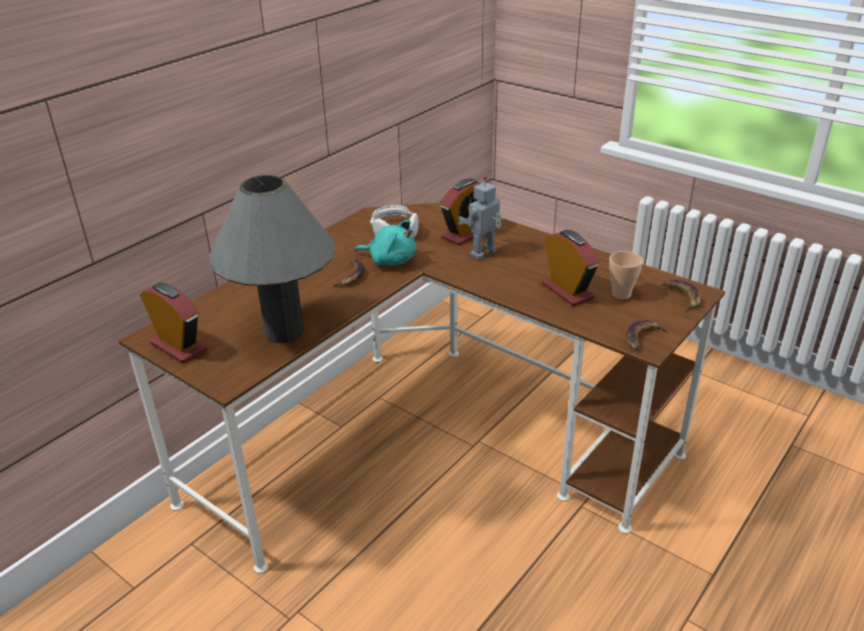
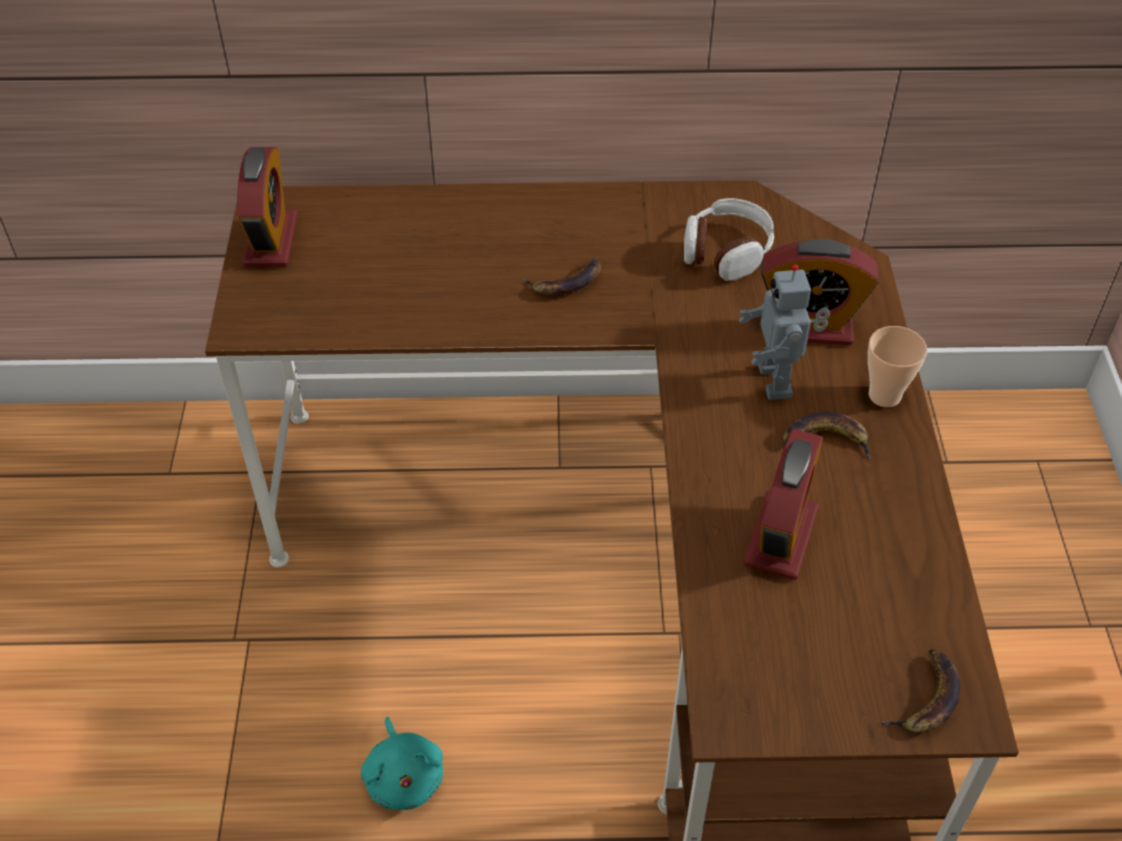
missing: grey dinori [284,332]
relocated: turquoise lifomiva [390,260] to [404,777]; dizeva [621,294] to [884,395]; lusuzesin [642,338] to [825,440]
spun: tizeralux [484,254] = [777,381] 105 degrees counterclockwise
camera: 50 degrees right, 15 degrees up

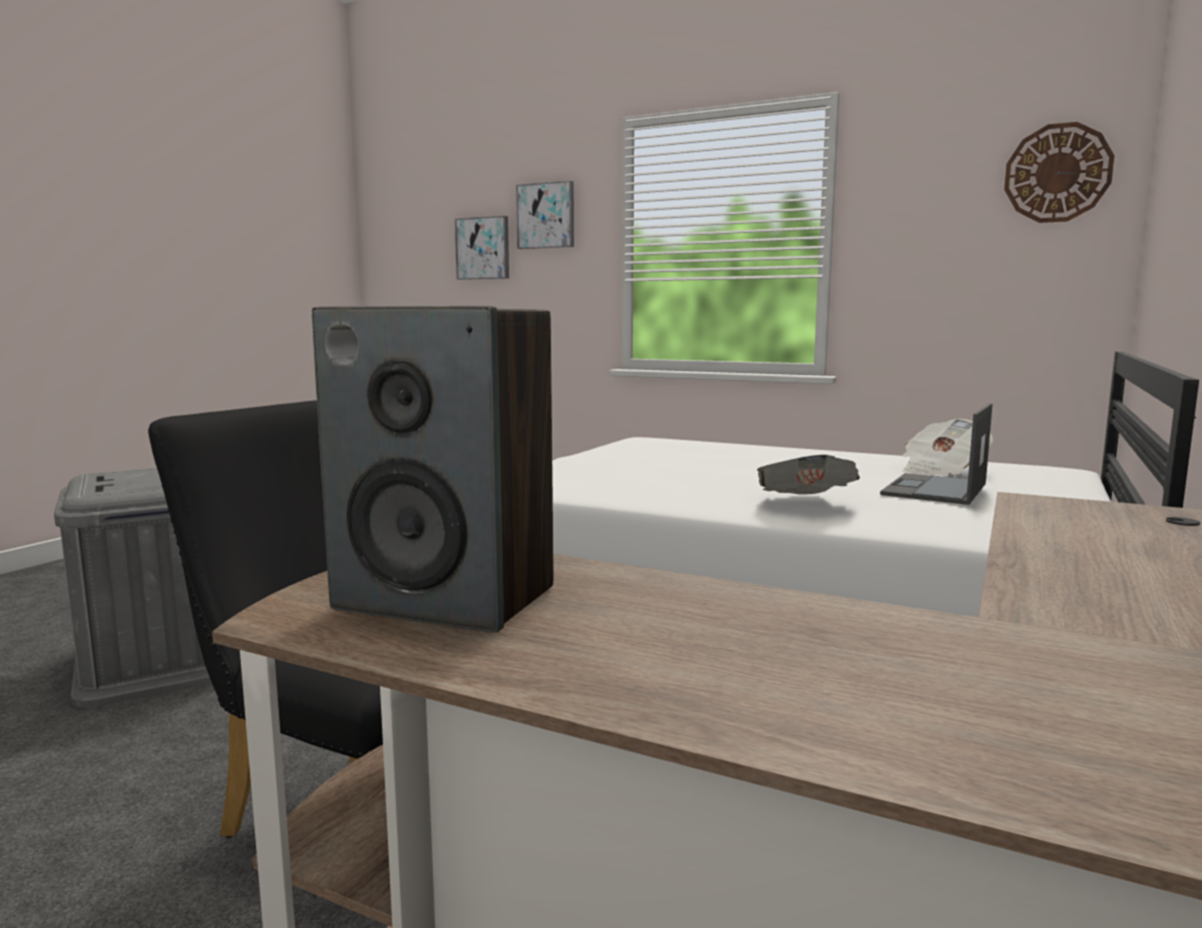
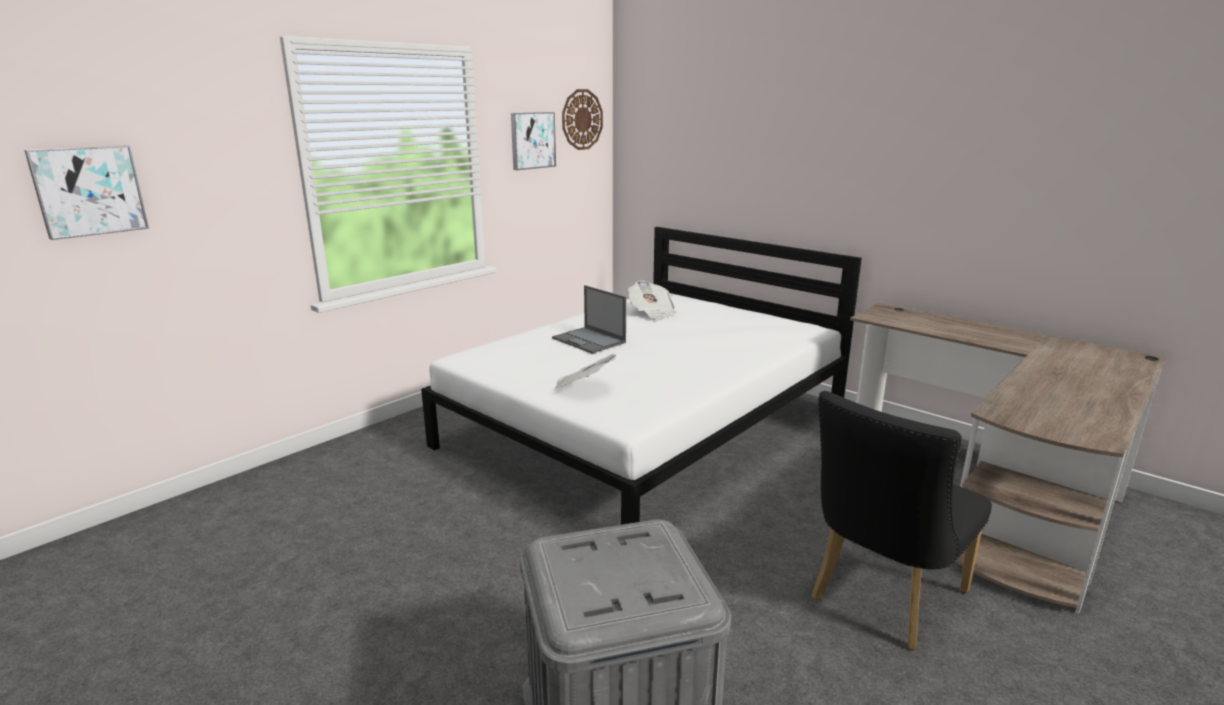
missing: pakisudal [448,598]
relocated: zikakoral [546,216] to [532,140]; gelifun [805,504] to [583,388]; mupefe [935,490] to [589,340]
camera: 75 degrees left, 10 degrees up

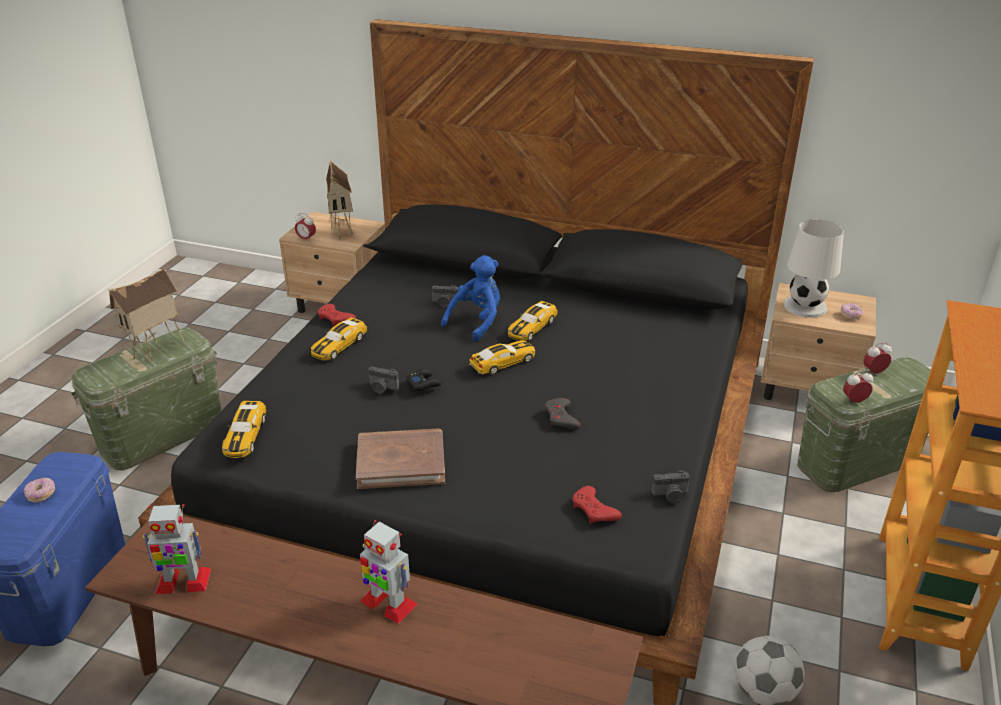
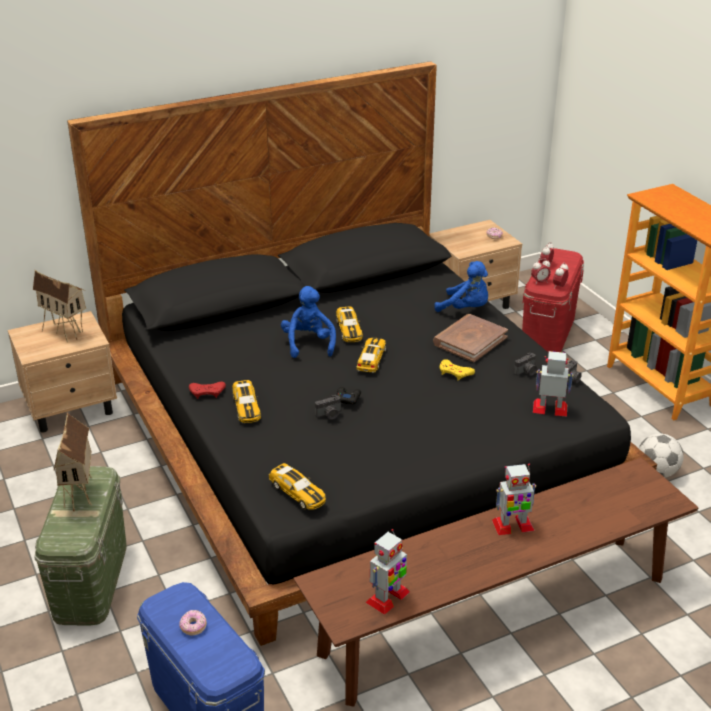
missing: white dinori [804,306]
appeared: blue lifomiva [466,309]
relocated: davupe [306,239] to [539,282]; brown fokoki [401,462] to [470,341]; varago [445,303] to [526,372]
exchanged: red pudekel [594,510] to tizeralux [550,408]
colour: grey pudekel [561,418] to yellow pudekel [455,373]; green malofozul [857,462] to red malofozul [548,332]
camera: 45 degrees left, 0 degrees up

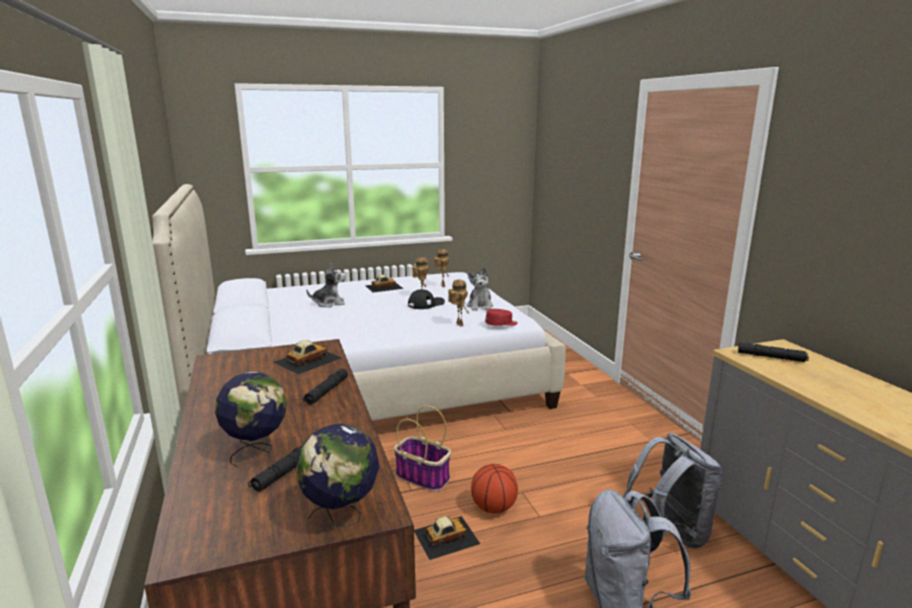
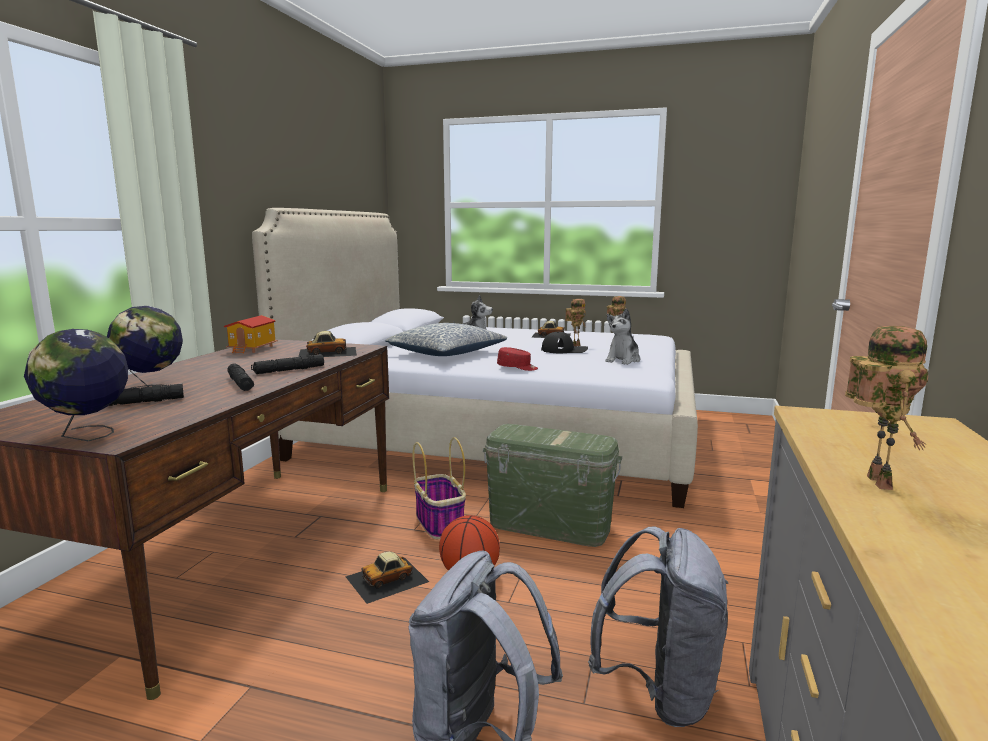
appeared: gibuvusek [253,349]; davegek [447,354]; green malofozul [550,525]
relocated: tizeralux [458,324] to [873,481]; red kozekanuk [501,324] to [517,368]; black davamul [771,357] to [240,383]
spun: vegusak [445,536] = [387,579] 135 degrees clockwise
camera: 35 degrees right, 5 degrees down

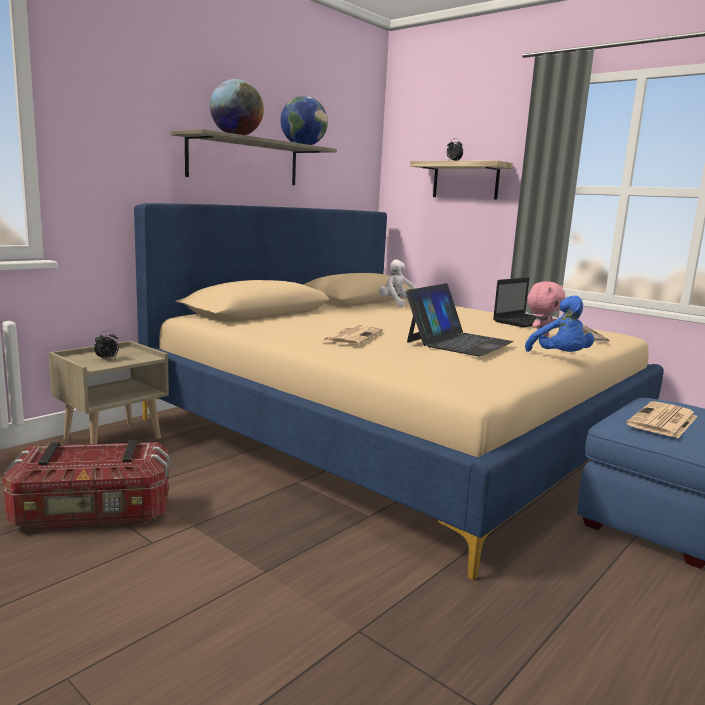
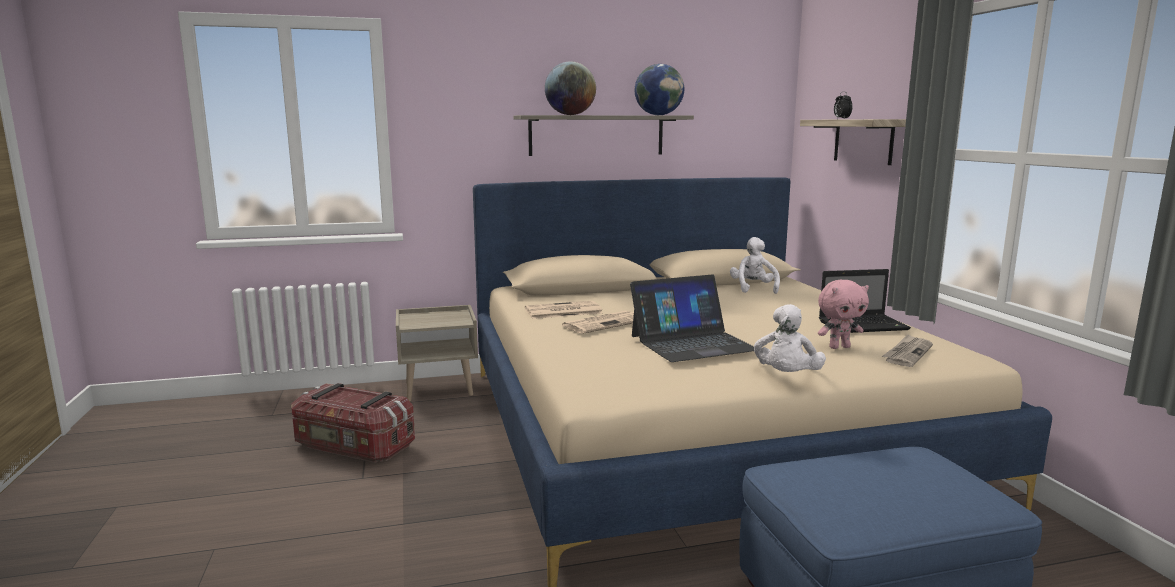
missing: davupe [107,359]
relocated: gelifun [663,421] to [562,311]
colour: blue lifomiva [560,357] to white lifomiva [786,376]
camera: 35 degrees right, 0 degrees up

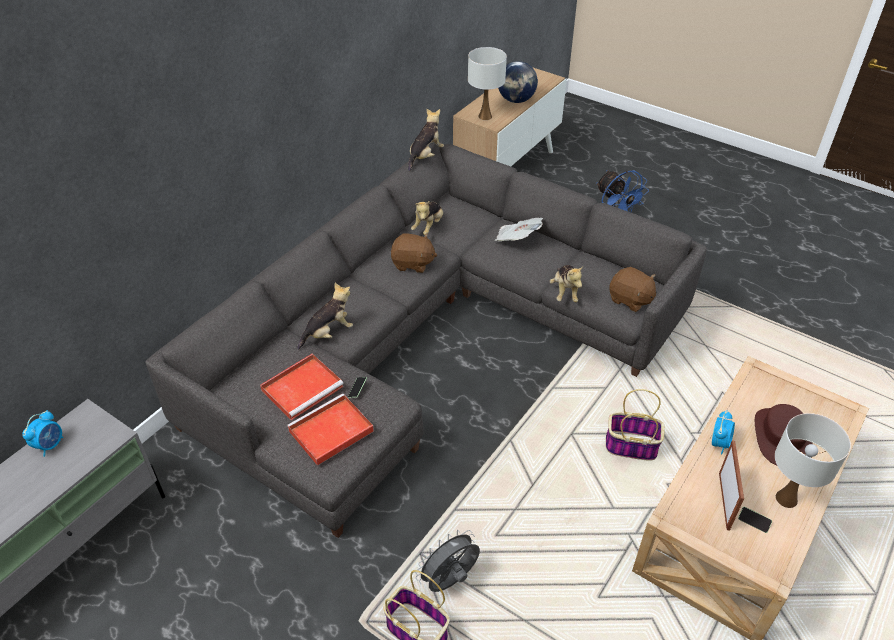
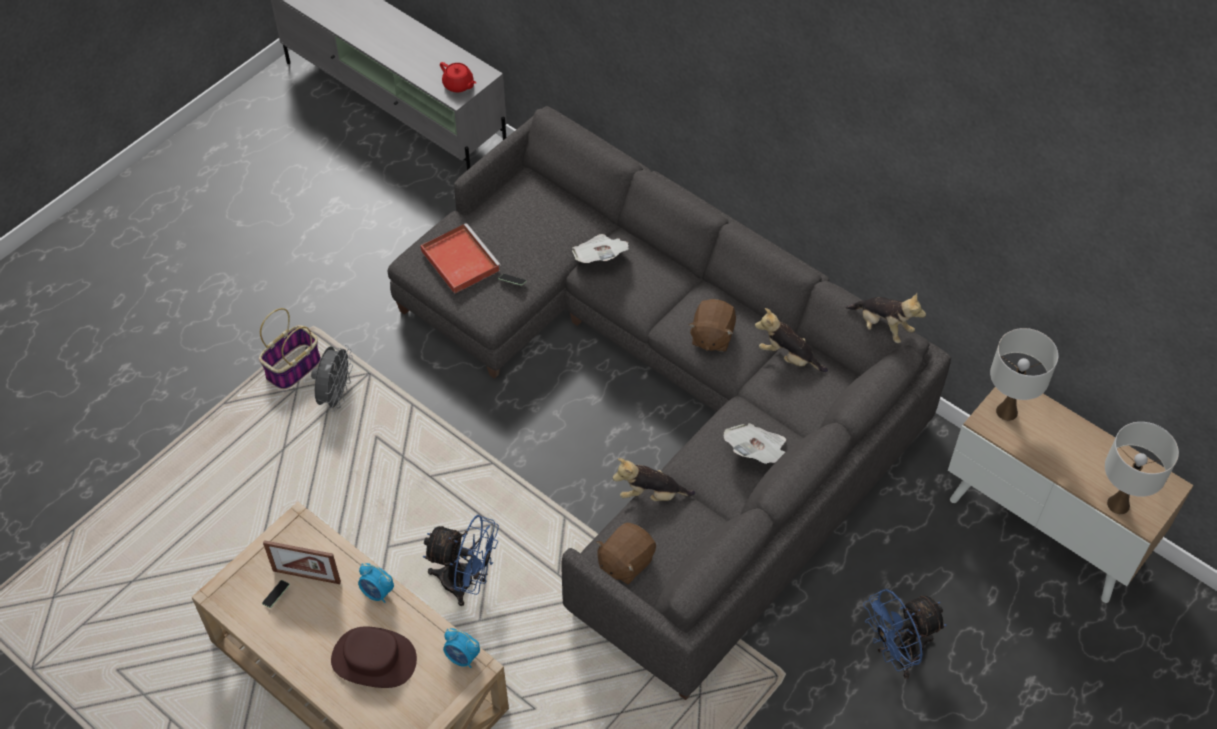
missing: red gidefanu [303,387]; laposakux [516,100]
appeared: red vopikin [458,85]
relocated: davupe [50,444] to [462,657]; white dinori [787,499] to [1118,505]
exchanged: lifomiva [328,333] to gelifun [600,258]; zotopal [630,446] to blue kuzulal [466,582]
spun: grey kuzulal [450,581] = [336,395] 45 degrees clockwise
camera: 95 degrees right, 10 degrees up

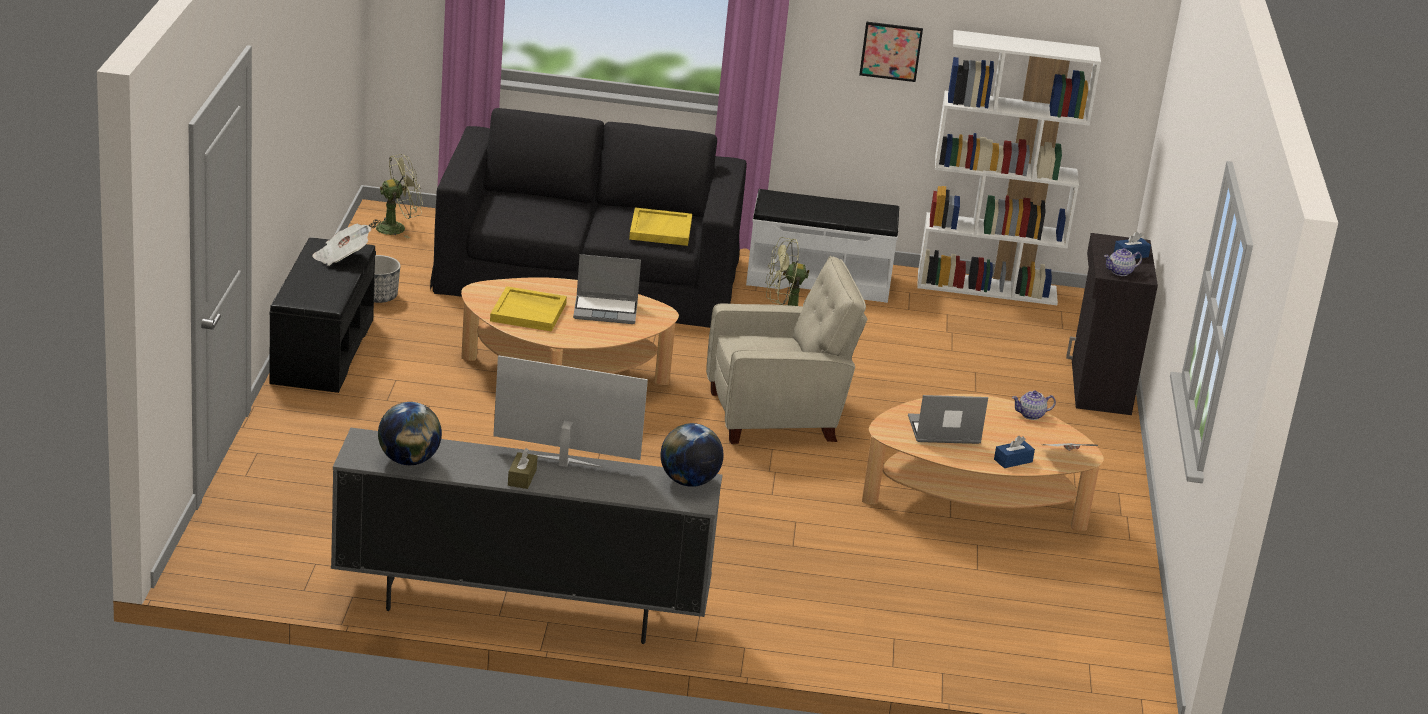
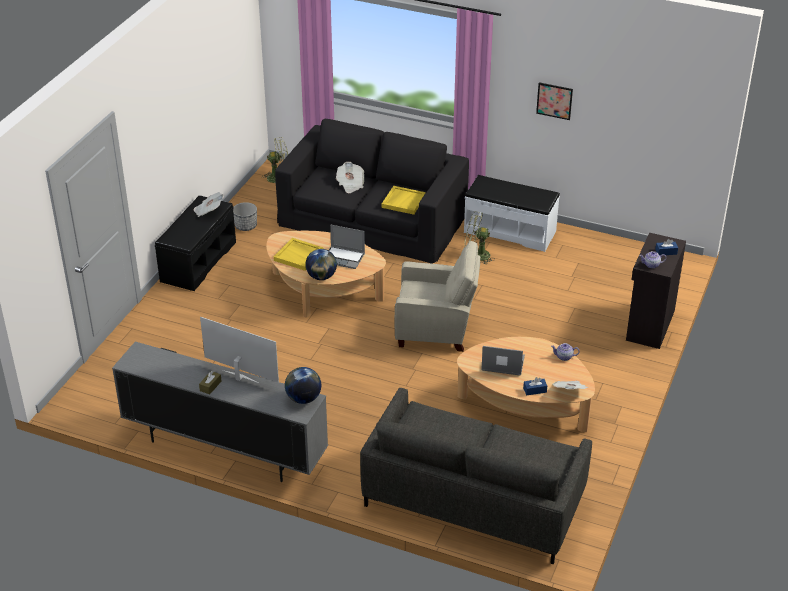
missing: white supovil [987,287]
appeared: gelifun [350,184]; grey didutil [473,499]
relocated: laposakux [408,461] to [321,277]
camera: 20 degrees right, 10 degrees up

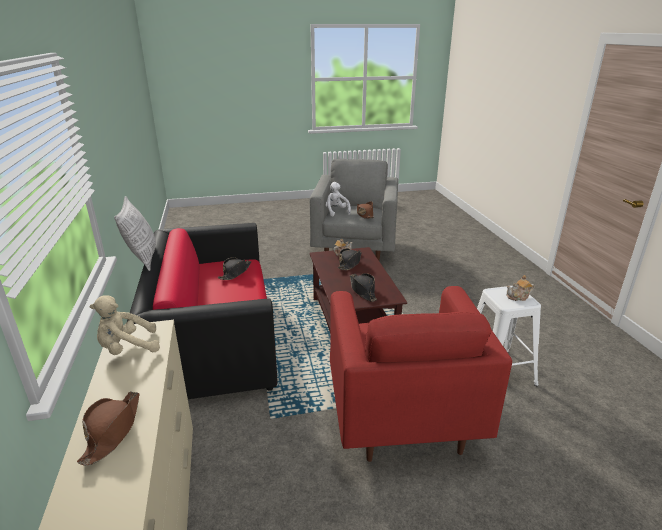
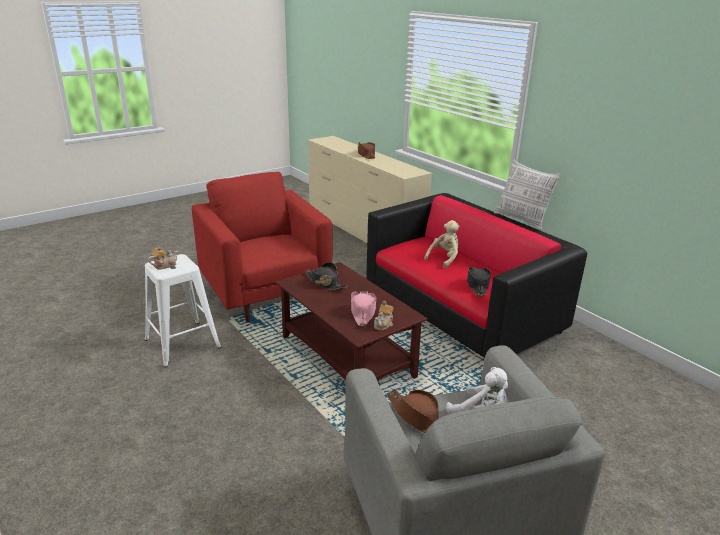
relocated: beige lifomiva [127,348] to [444,258]
colour: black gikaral [350,263] to pink gikaral [363,312]
camera: 155 degrees right, 0 degrees up

